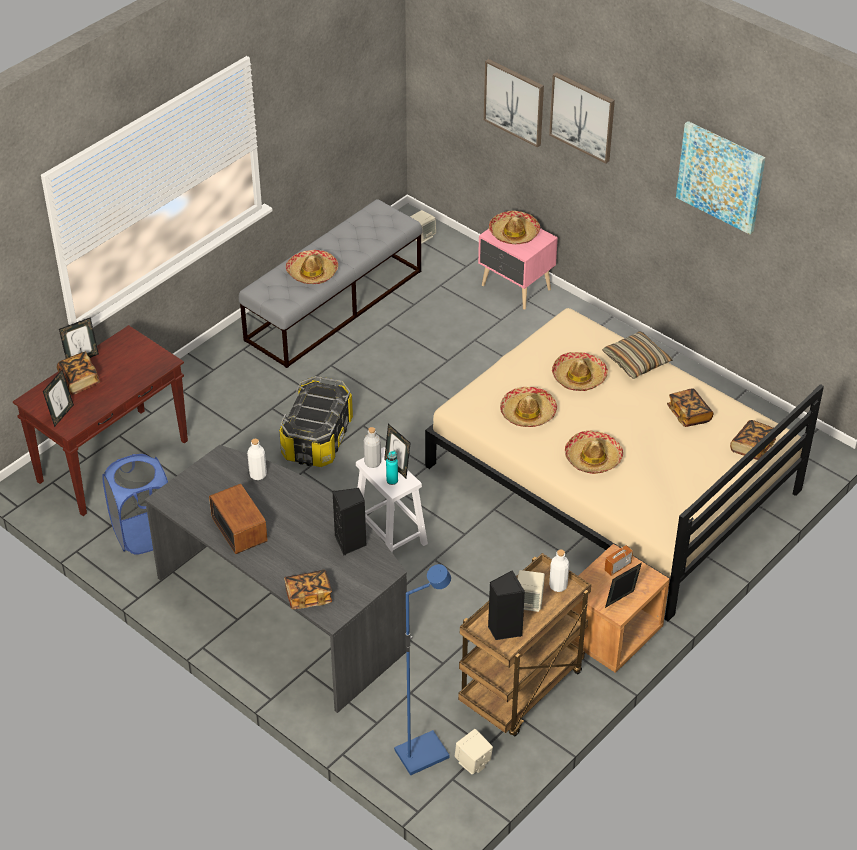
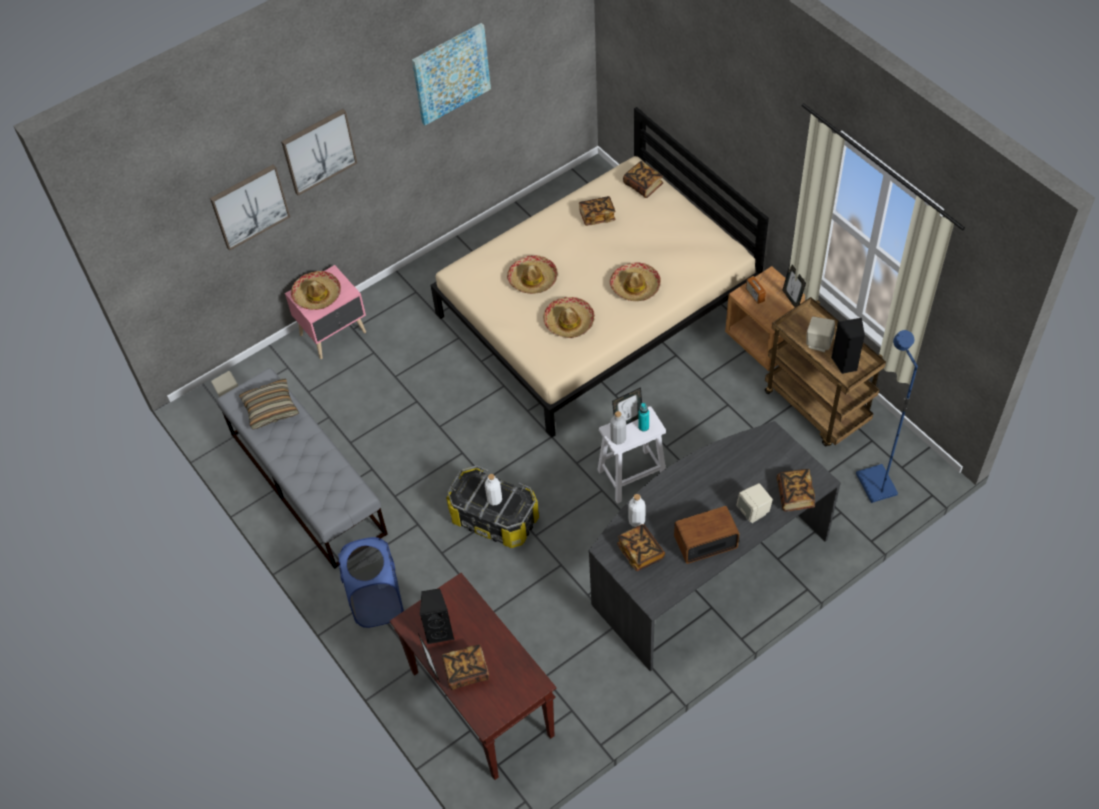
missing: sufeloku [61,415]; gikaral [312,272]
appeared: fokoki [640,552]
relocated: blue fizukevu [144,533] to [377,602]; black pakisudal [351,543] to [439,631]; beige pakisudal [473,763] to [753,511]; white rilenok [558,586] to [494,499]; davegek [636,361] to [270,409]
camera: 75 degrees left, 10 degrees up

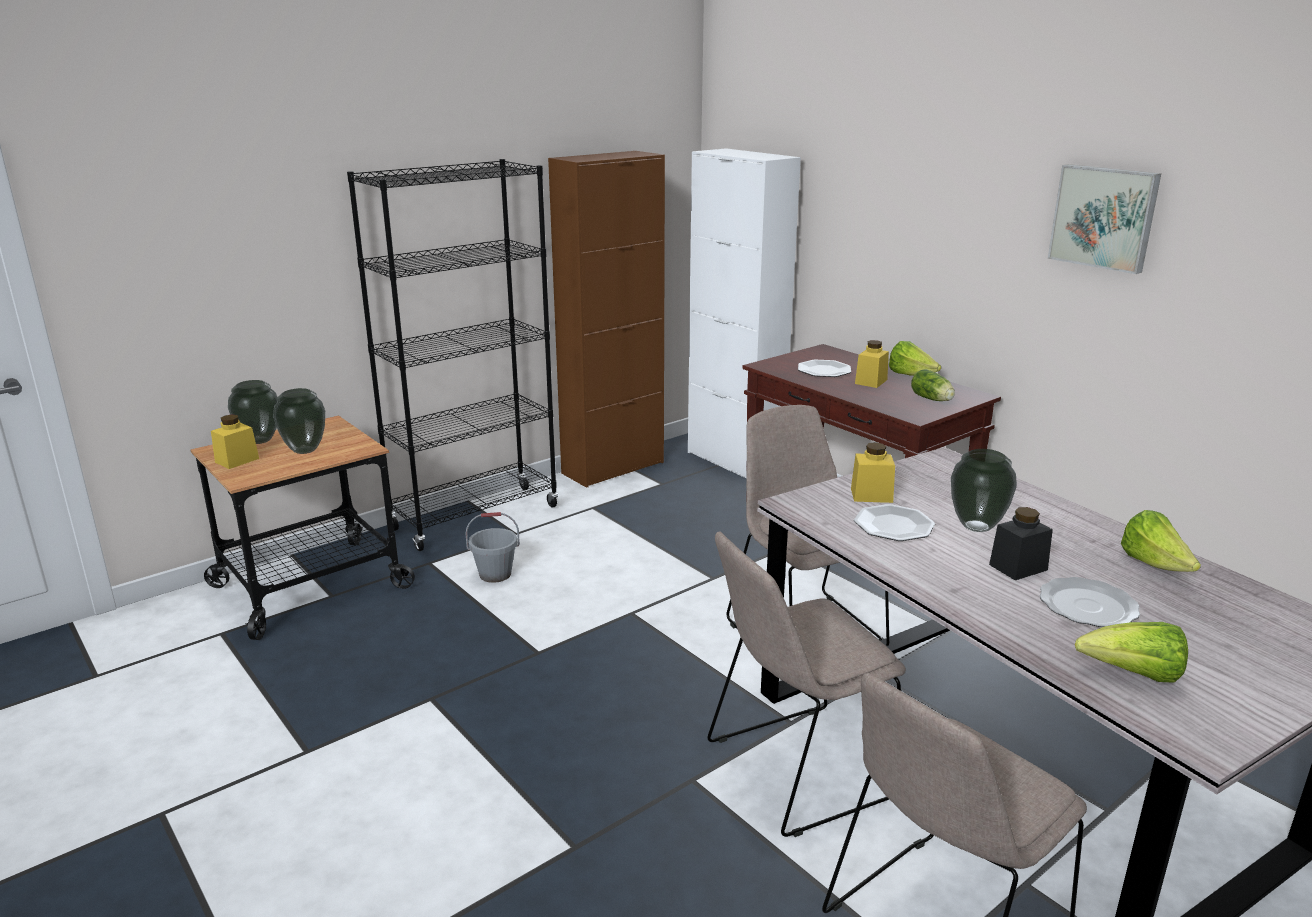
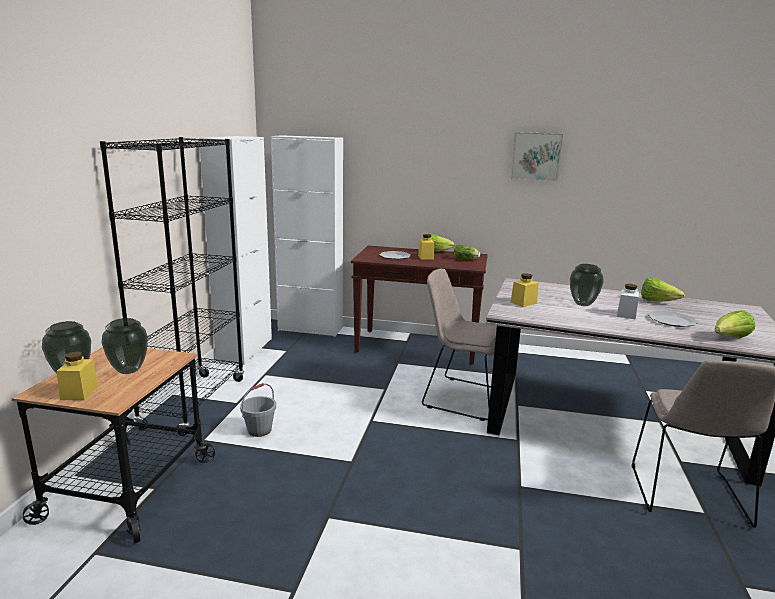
missing: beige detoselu [796,770]; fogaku [893,525]
colour: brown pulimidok [613,468] to white pulimidok [245,349]; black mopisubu [1018,567] to white mopisubu [626,314]
camera: 40 degrees left, 5 degrees down

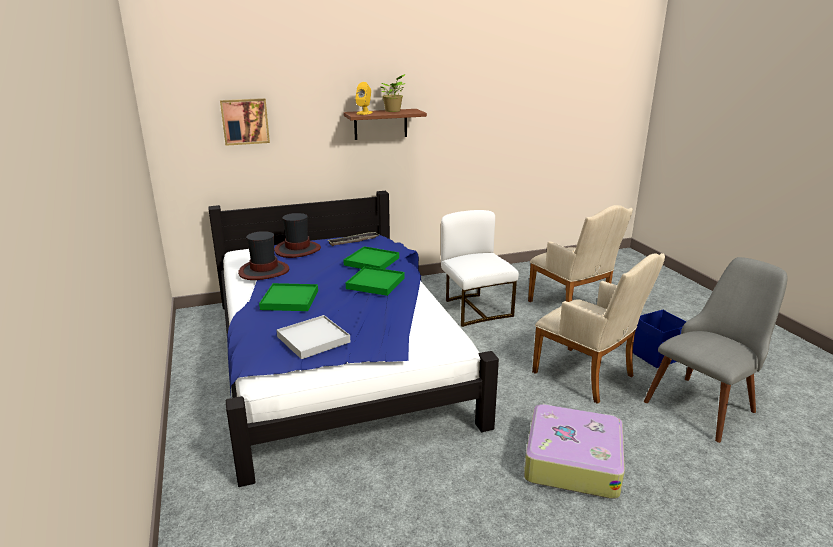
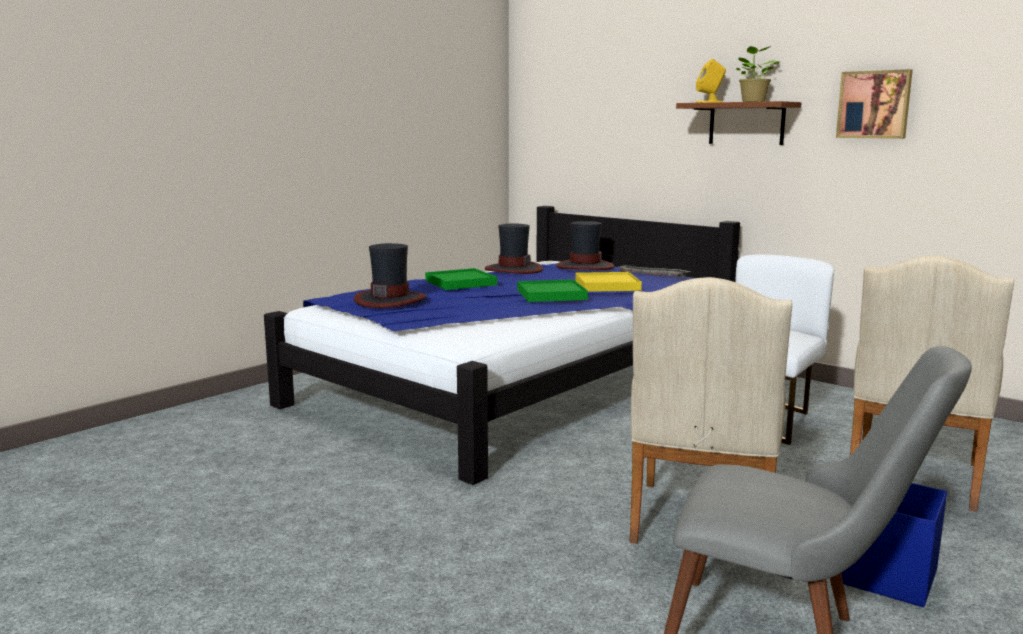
missing: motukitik [571,461]
relocated: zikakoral [245,121] to [874,104]
exchanged: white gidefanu [313,339] to gikaral [390,300]
colour: green gidefanu [372,261] to yellow gidefanu [607,285]
camera: 60 degrees right, 10 degrees down

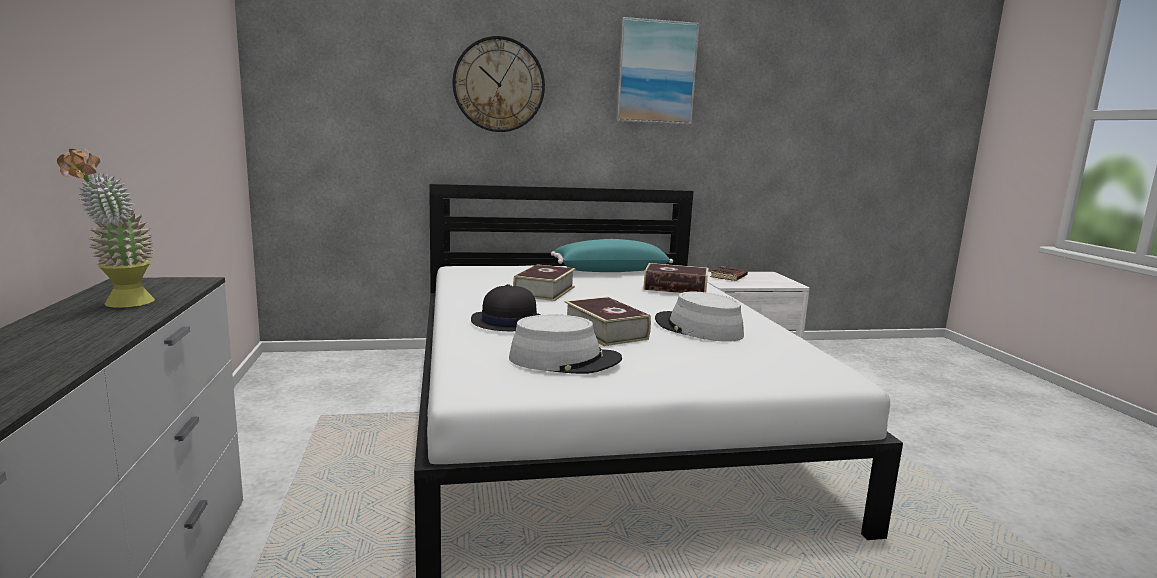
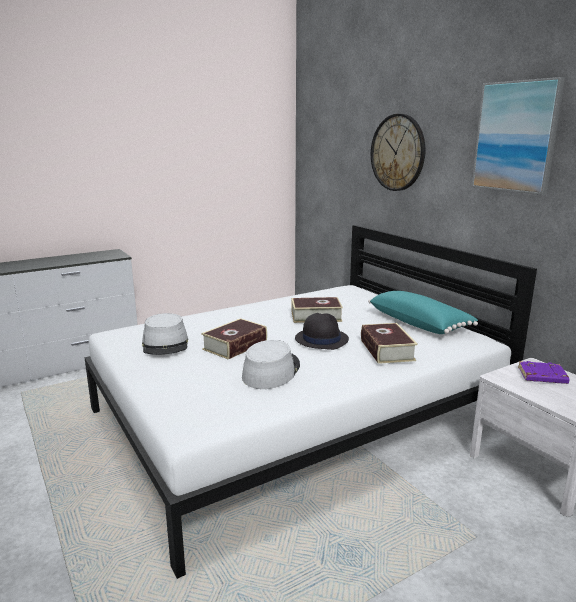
missing: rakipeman [120,305]
relocated: black gikaral [508,322] to [321,339]
colour: brown fokoki [729,277] to purple fokoki [542,376]
camera: 70 degrees right, 5 degrees up

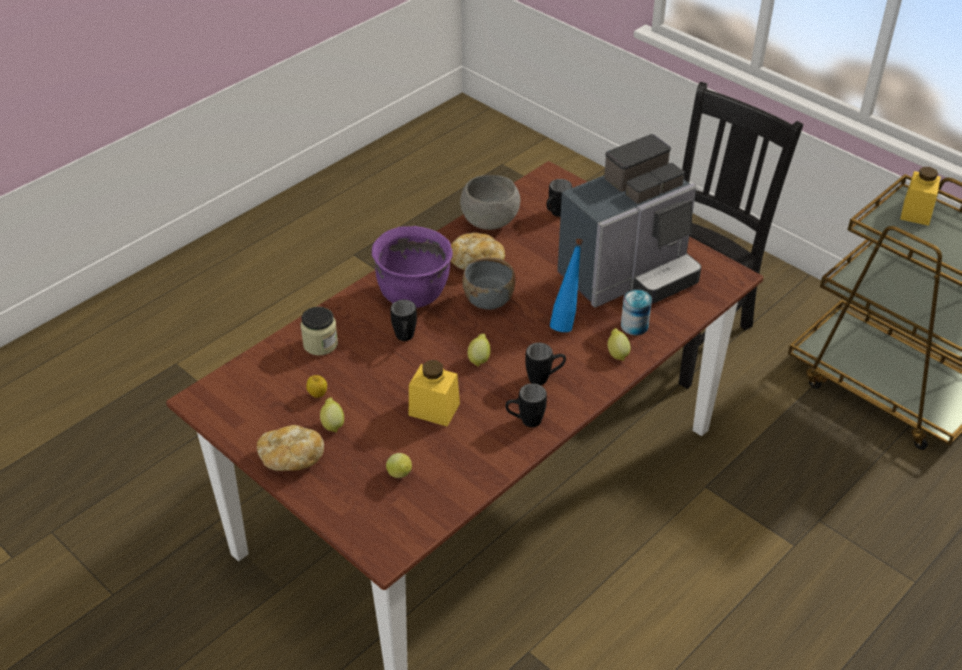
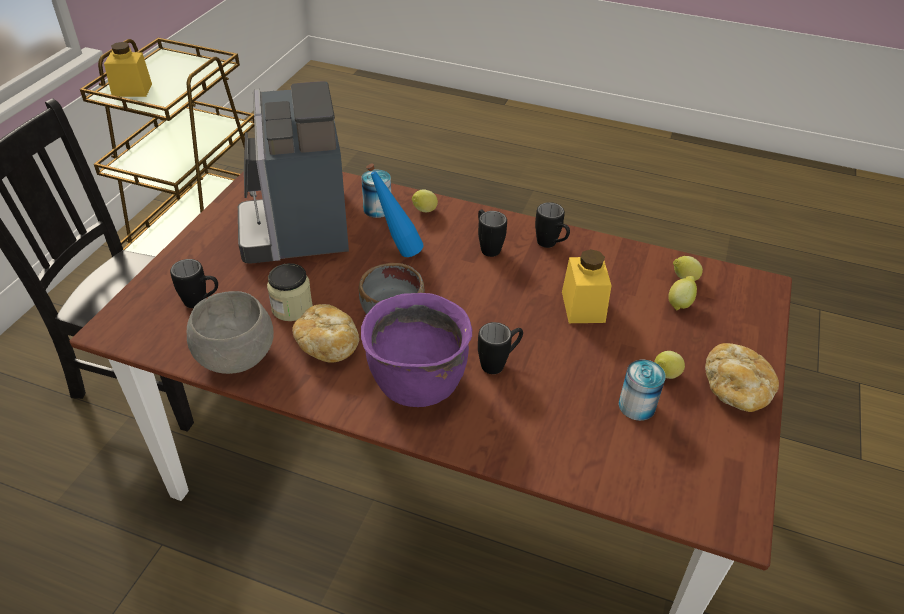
relocated: mopisubu [320,344] to [292,308]; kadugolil [479,359] to [683,279]
exchanged: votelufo [317,395] to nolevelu [636,406]
spun: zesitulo [629,275] = [298,226] 135 degrees counterclockwise
camera: 115 degrees left, 0 degrees up

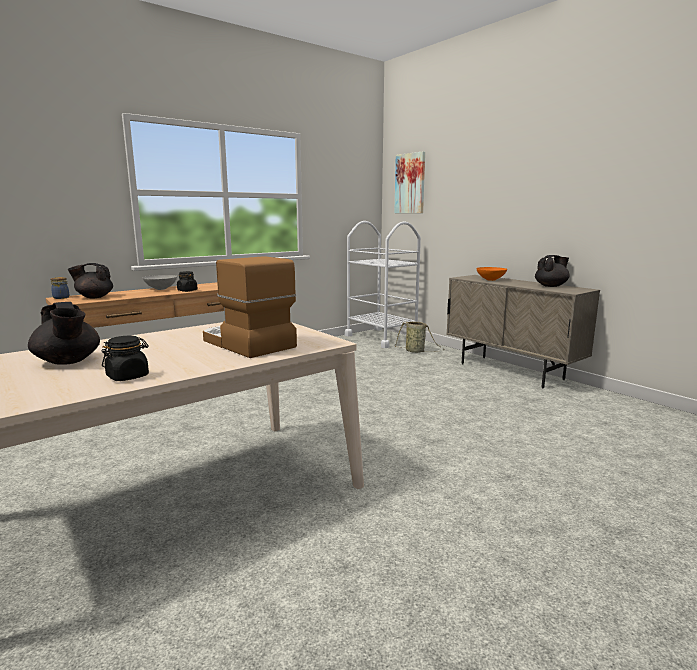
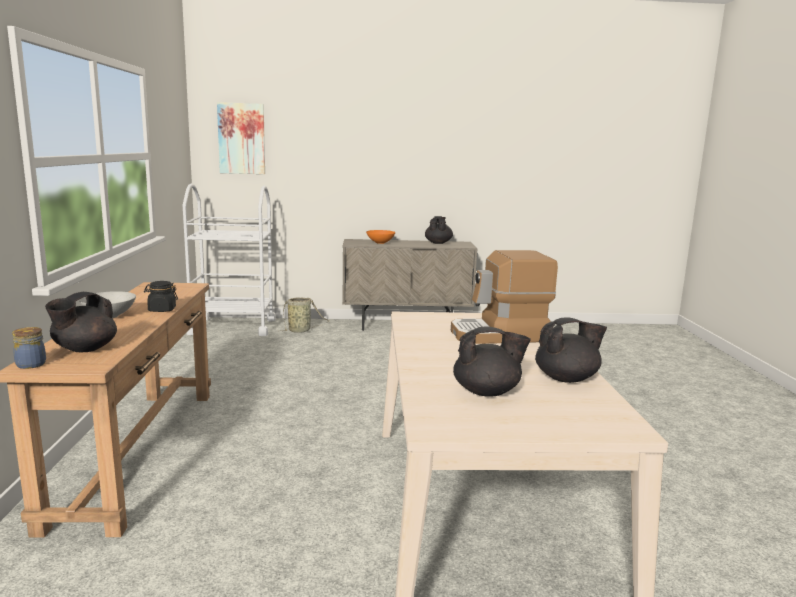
exchanged: black mopisubu [128,376] to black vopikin [567,378]
camera: 55 degrees left, 0 degrees up

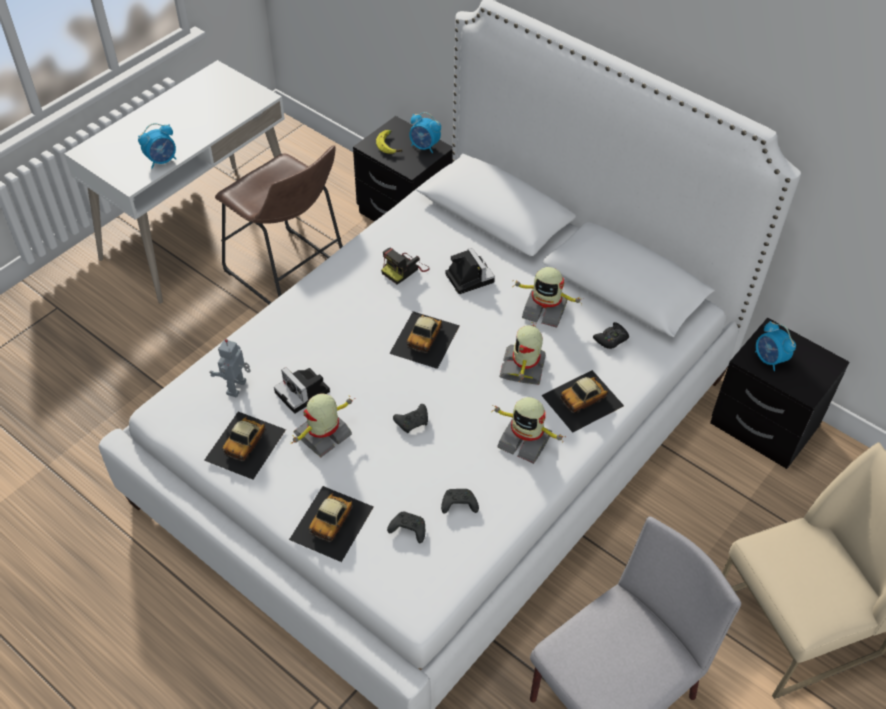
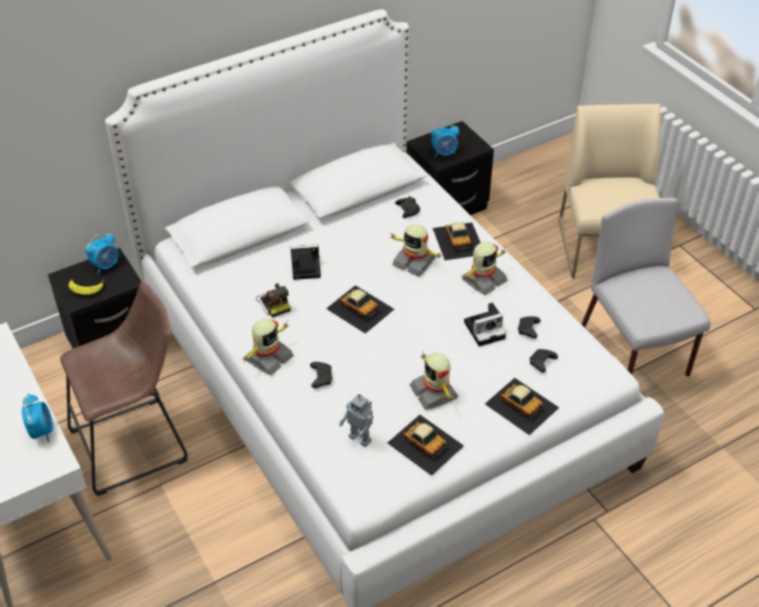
relocated: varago [304,393] to [485,329]; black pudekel [413,422] to [321,377]; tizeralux [544,309] to [268,358]
camera: 70 degrees left, 5 degrees down

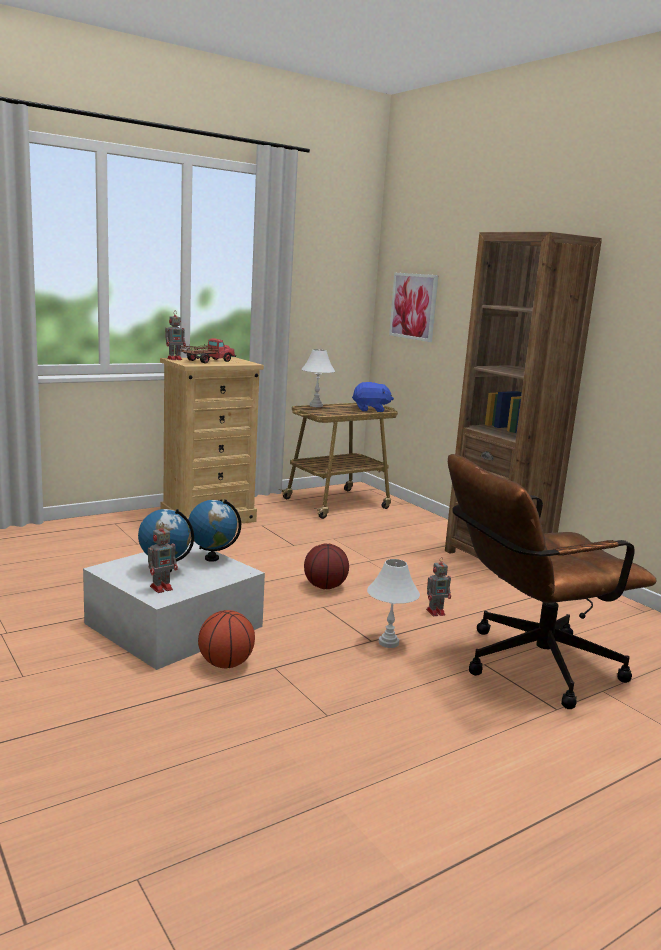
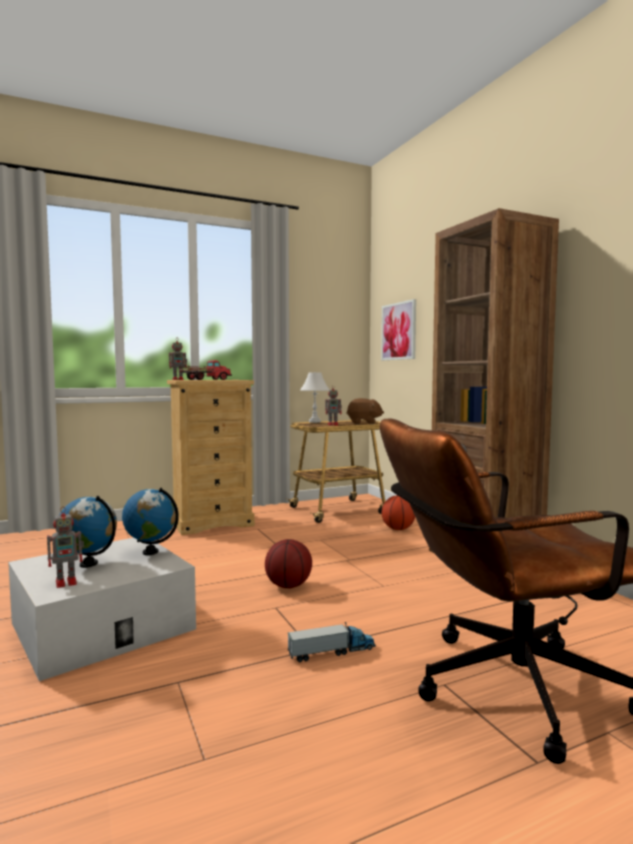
relocated: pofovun [225,664] to [398,529]; tizeralux [436,612] to [333,424]
exchanged: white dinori [389,643] to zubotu [332,652]
colour: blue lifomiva [370,410] to brown lifomiva [364,423]
camera: 10 degrees right, 10 degrees down

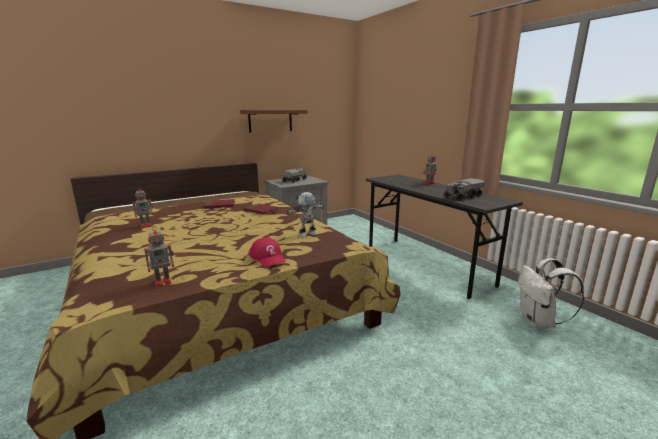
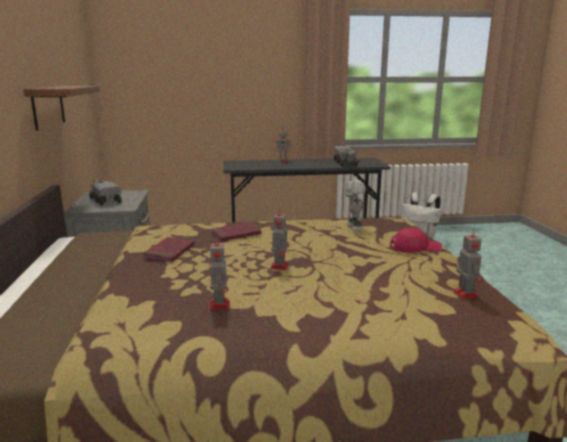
appeared: tizeralux [280,266]
camera: 65 degrees left, 0 degrees up

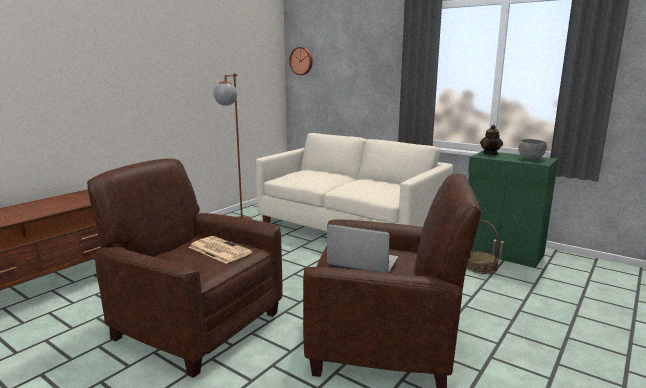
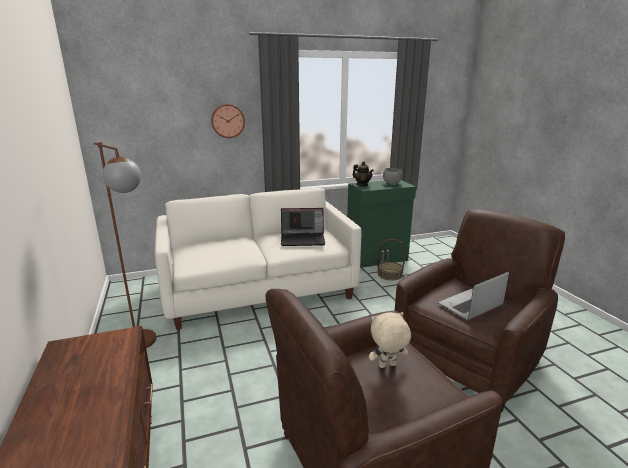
appeared: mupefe [303,239]
relocated: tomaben [301,61] to [227,121]
exchanged: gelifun [219,250] to beige lifomiva [387,366]
camera: 55 degrees left, 5 degrees up

